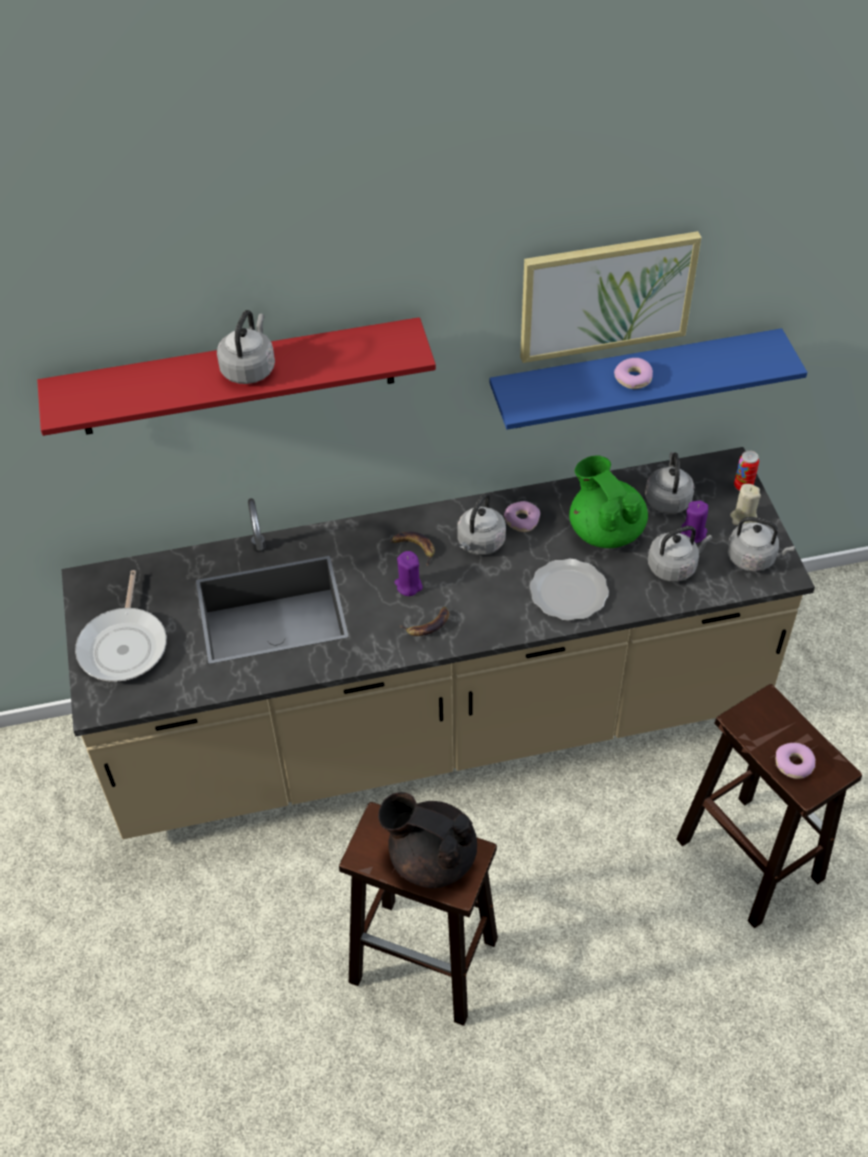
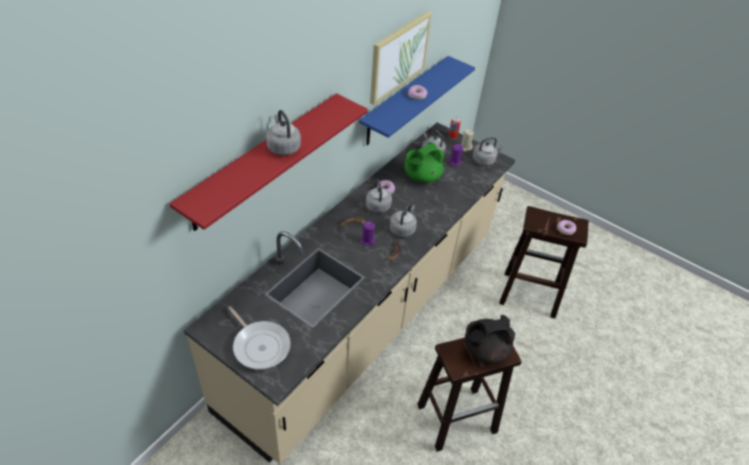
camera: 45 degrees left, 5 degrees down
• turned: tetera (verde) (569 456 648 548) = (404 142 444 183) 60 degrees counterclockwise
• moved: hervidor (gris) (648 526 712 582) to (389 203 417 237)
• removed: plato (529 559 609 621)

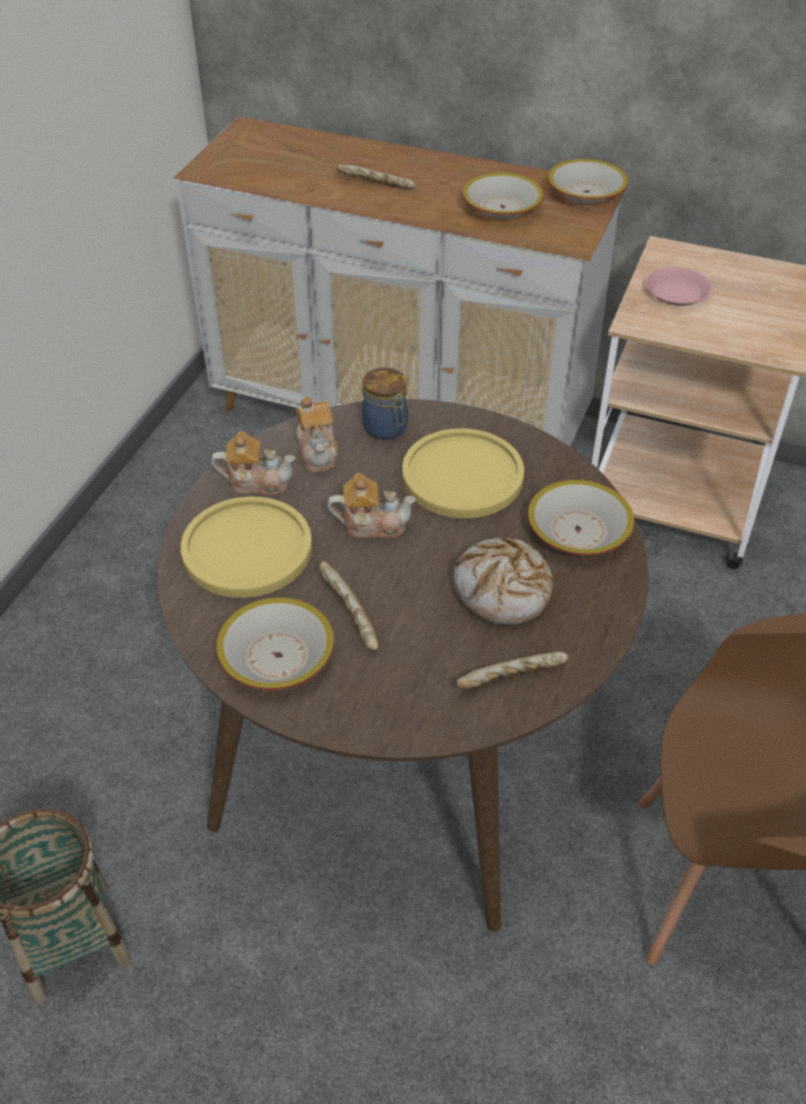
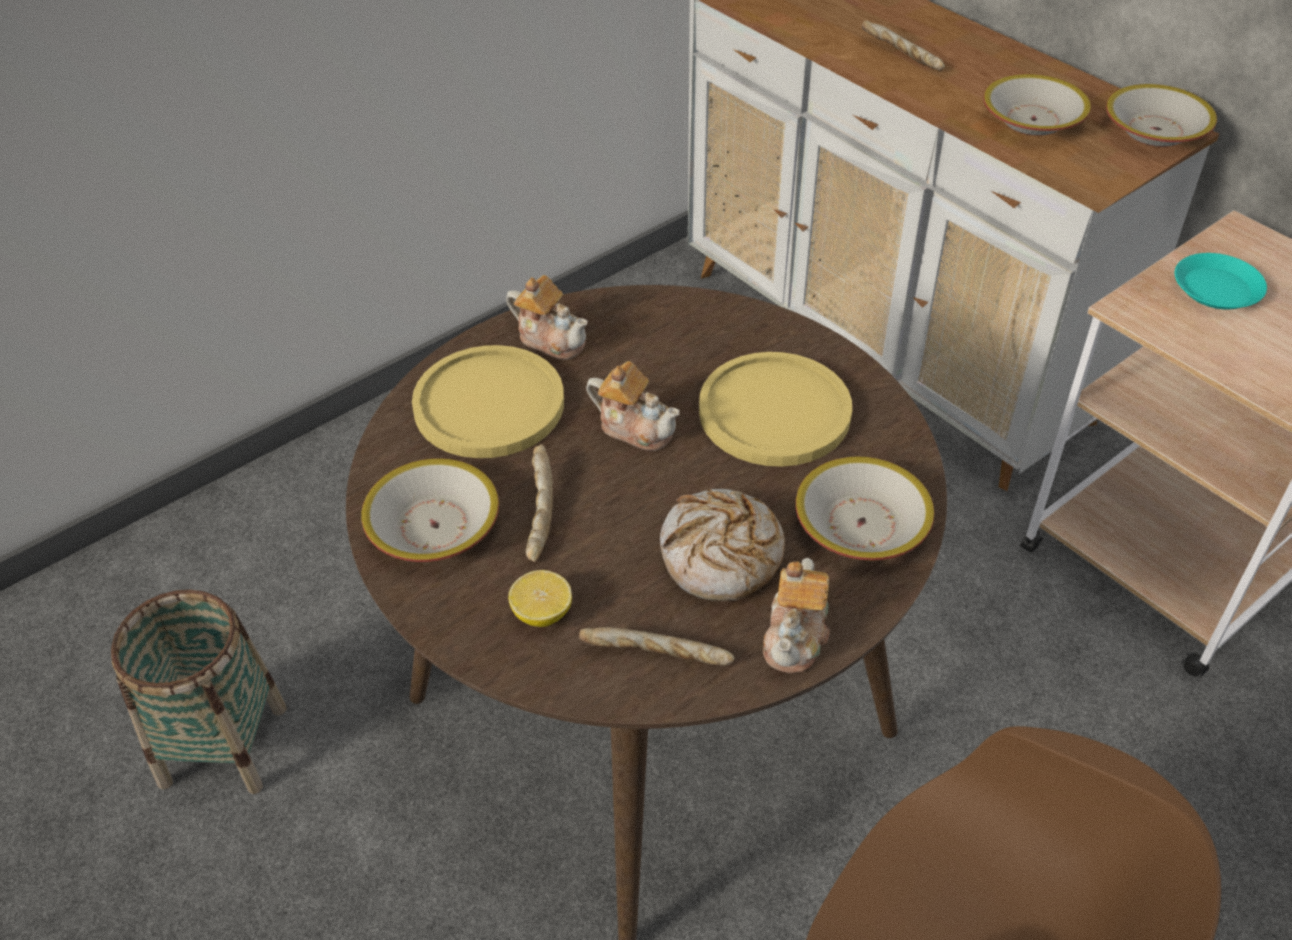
camera: 30 degrees right, 0 degrees up
• recoloured: plato (rosa) (646 267 711 306) to plato (turquesa) (1175 253 1267 309)
• removed: tarro (362 368 408 440)
• moved: tetera (296 396 339 473) to (763 558 830 673)
• added: limón (508 570 572 627)

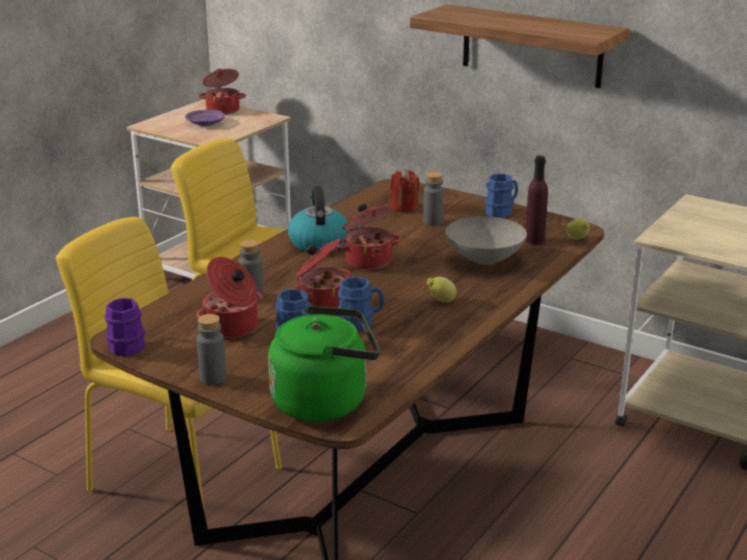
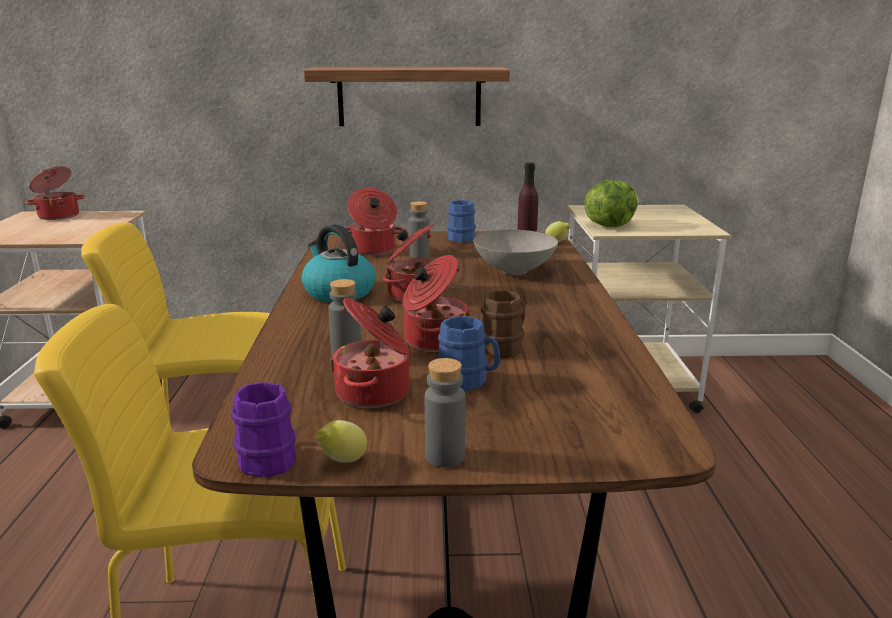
camera: 35 degrees left, 5 degrees down
• removed: plato (morado) (185 110 225 126)
• replaced: vela (rojo) (390 169 420 212) to olla (346 188 404 255)
• recoloured: taza grande (azul) (338 277 384 332) to taza grande (marrón) (481 290 525 358)
• moved: limón (427 277 457 303) to (316 420 367 463)
• removed: hervidor (verde) (268 306 380 422)
• added: lechuga (584 180 639 227)

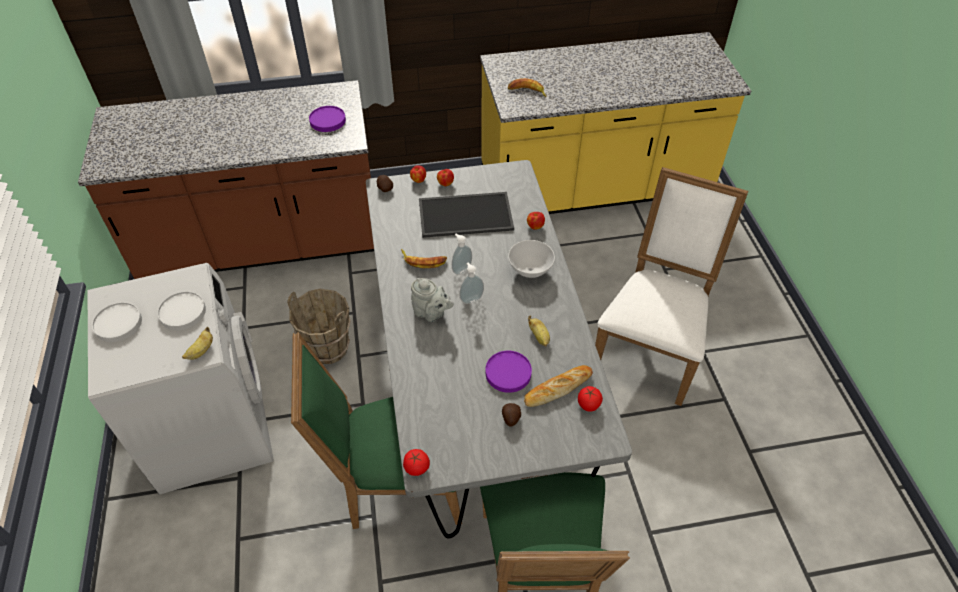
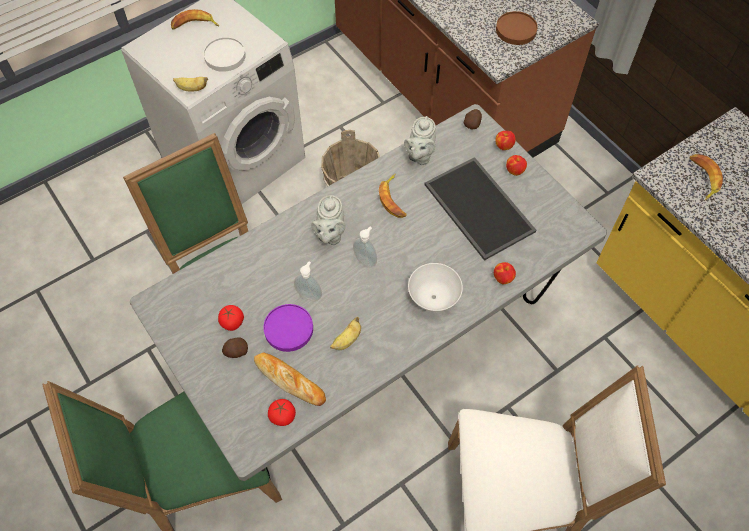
camera: 65 degrees right, 10 degrees up
• recoloured: plato (morado) (309 106 346 132) to plato (marrón) (496 11 538 45)
• moved: dispensador de jabón (452 233 472 275) to (294 261 322 301)
• replaced: plato (blanco) (92 302 142 342) to plátano (171 9 219 30)
• moved: tomate (403 449 430 476) to (218 305 244 331)
• added: tetera (gris) (404 116 436 165)

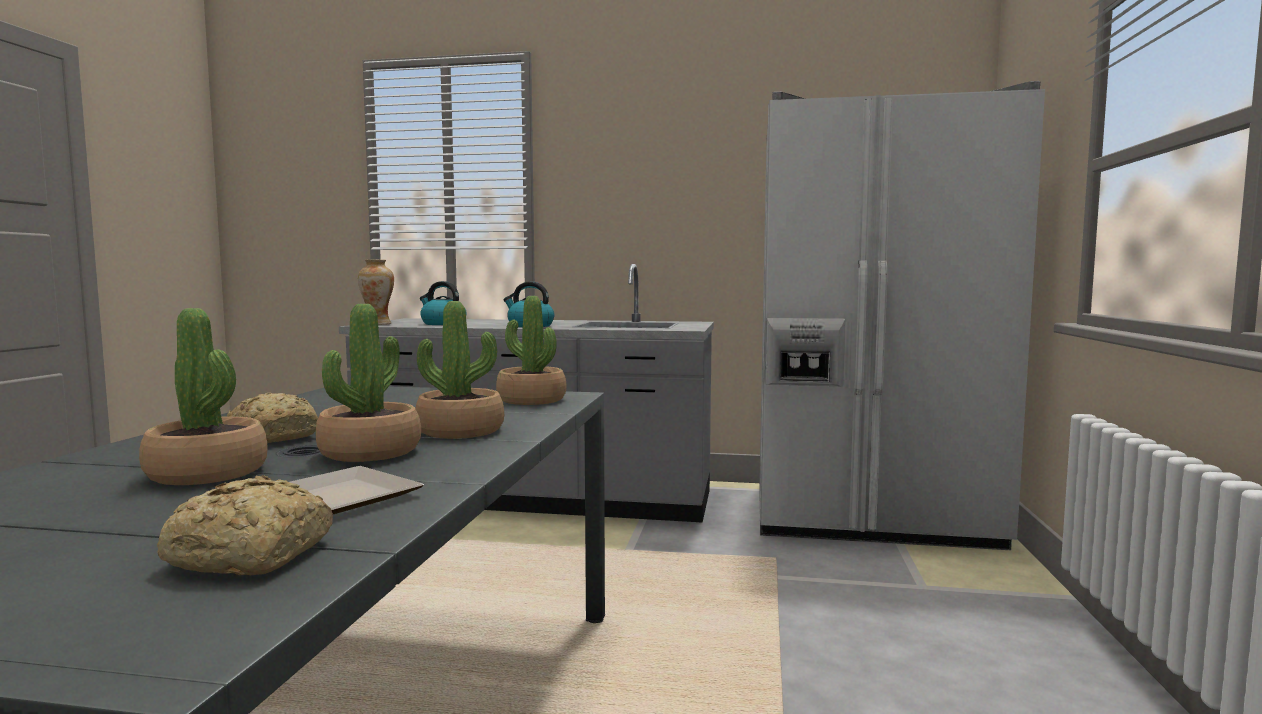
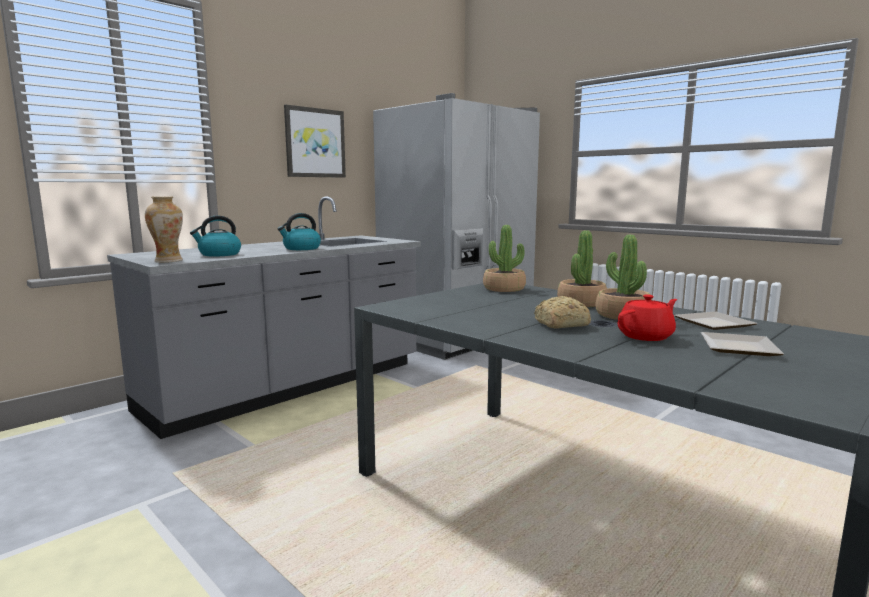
camera: 55 degrees left, 5 degrees up
• replaced: planta en maceta (139 308 267 485) to tetera (rojo) (617 294 677 341)
• removed: pan (157 475 333 575)
• added: cuadro (284 105 346 178)
• added: plato (701 332 784 356)

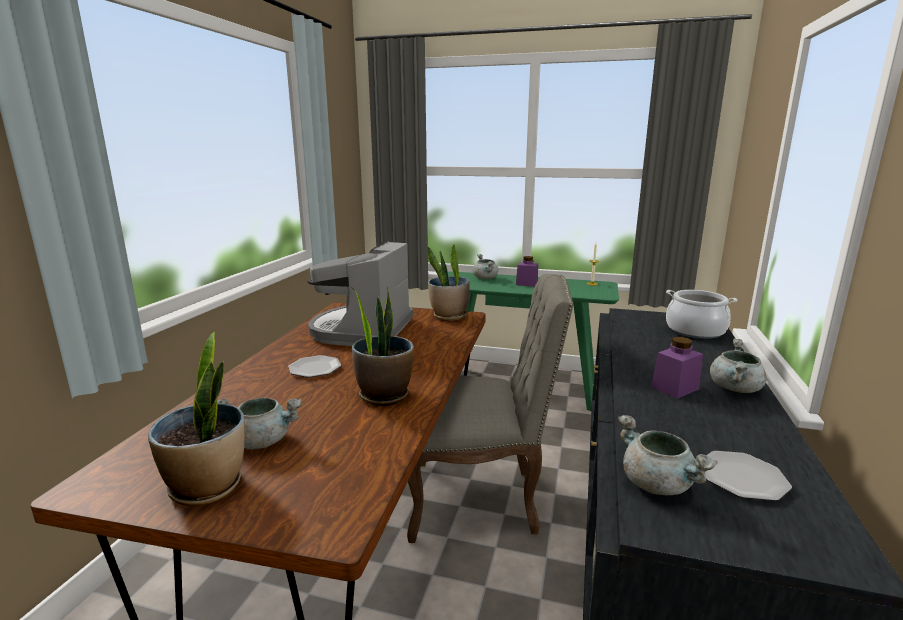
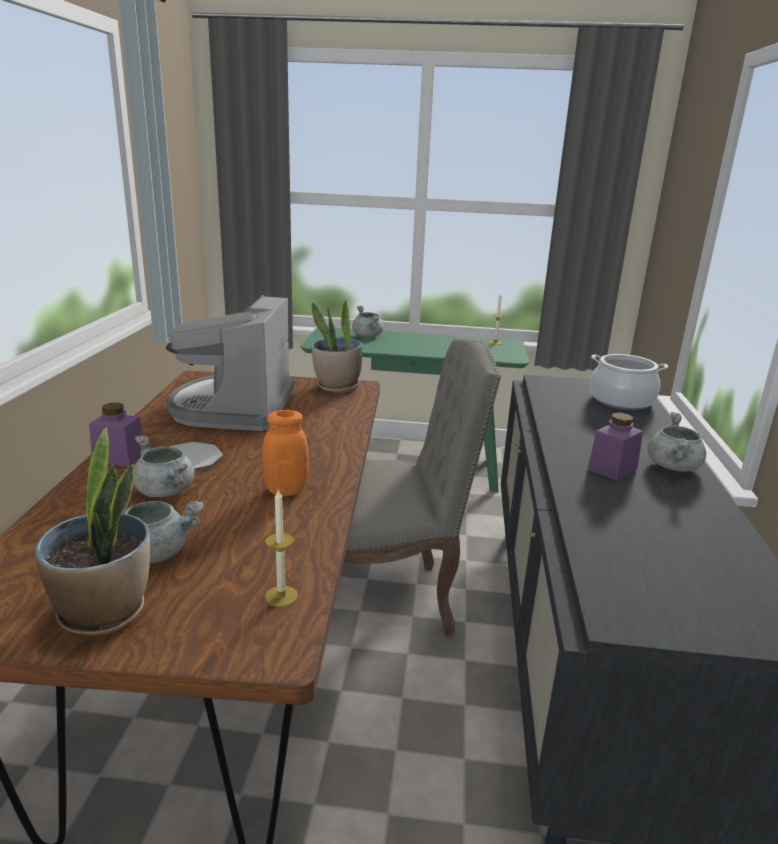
camera: 10 degrees left, 5 degrees up
• moved: tarro (morado) (516 256 538 287) to (89 403 143 467)
• replaced: planta en maceta (351 287 414 406) to tarro (naranja) (262 410 309 496)
• moved: olla (gris) (618 415 718 495) to (133 435 195 497)
• removed: plato (706 451 792 501)
• added: vela (265 490 298 607)

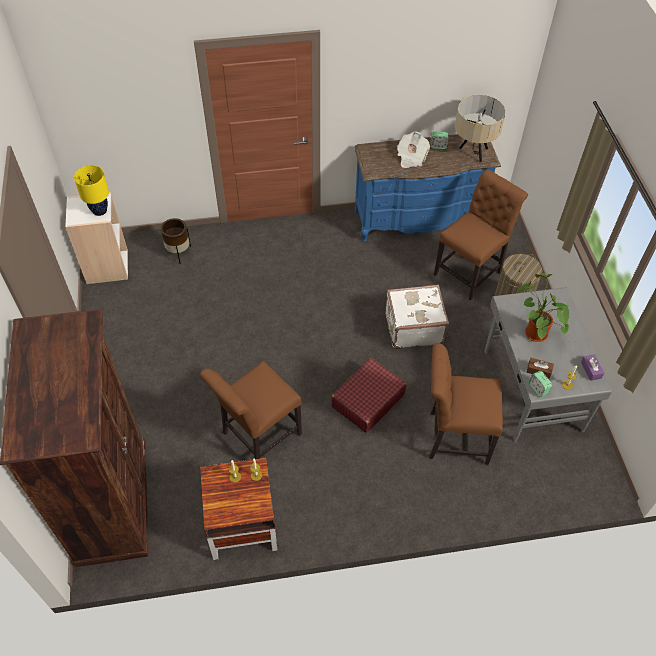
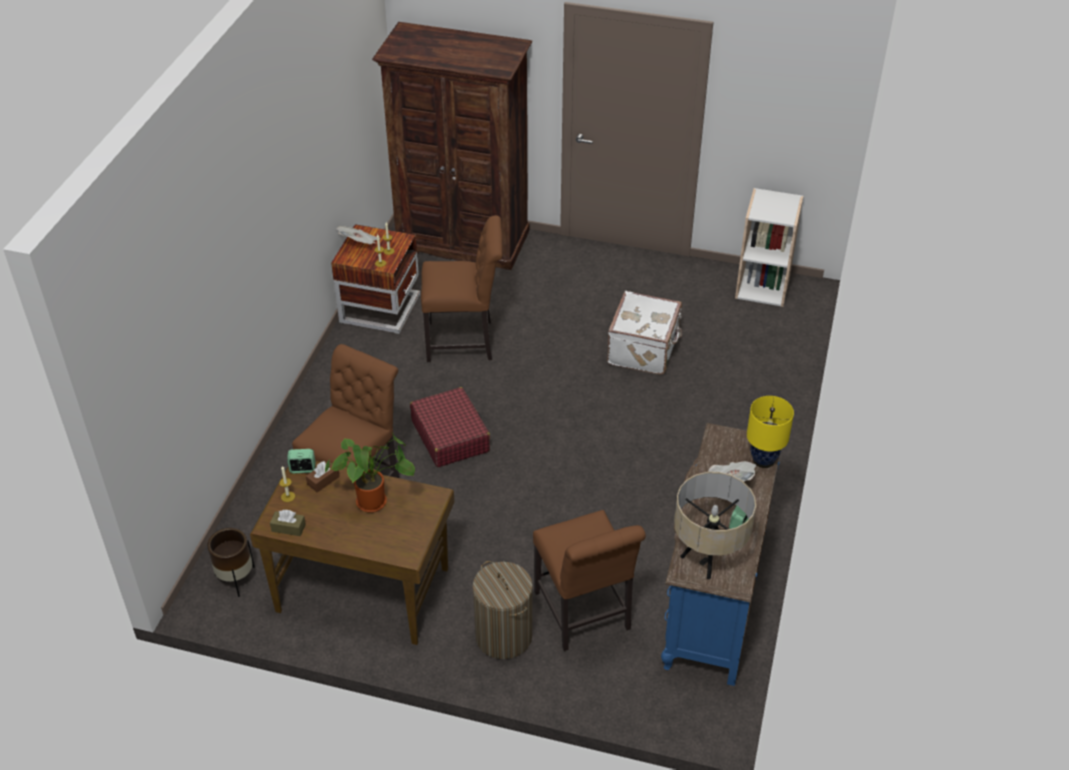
camera: 115 degrees right, 10 degrees down
• moved: lámpara de mesa (amarillo) (74 165 109 216) to (747 396 794 468)
• moved: maceta (marrón) (161 218 191 264) to (207 528 254 597)
• moved: maleta (blanco) (385 285 449 349) to (607 291 682 375)
• recoloured: escritorio (gris) (484 287 612 442) to escritorio (marrón) (250 461 455 645)
• recoloured: caja de pañuelos (morado) (581 354 604 381) to caja de pañuelos (marrón) (270 510 306 536)
• turned: silla (marrón) (200 361 302 459) = (421 215 503 363) 105 degrees clockwise
• added: periódico (336 226 380 245)

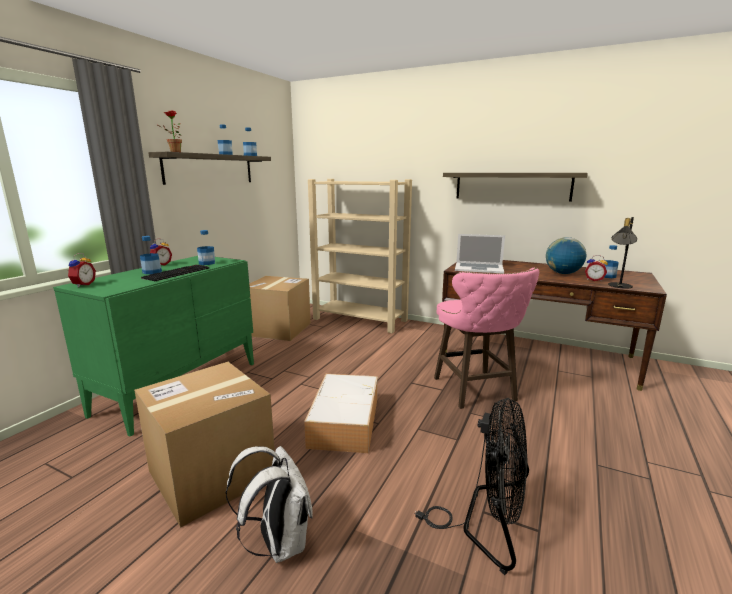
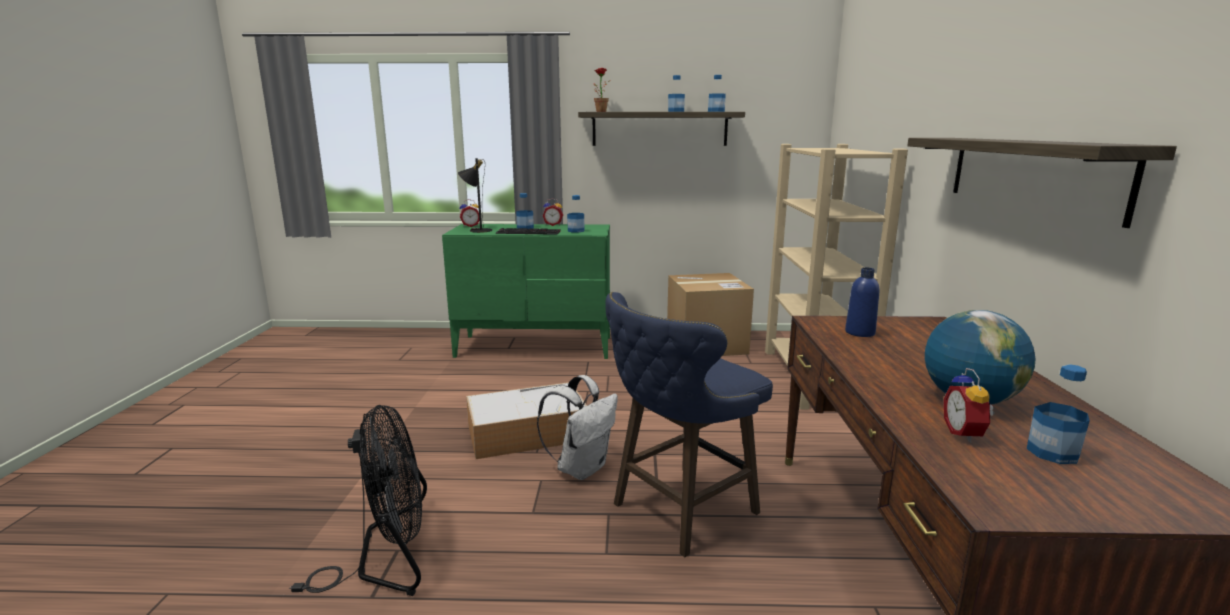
camera: 65 degrees right, 0 degrees up
• moved: lámpara de mesa (negro) (608 217 637 289) to (458 158 492 233)
• replaced: portátil (455 234 505 274) to botella (azul) (845 267 879 337)
• recoloured: taburete (rosa) (434 267 539 409) to taburete (azul) (606 292 773 557)
• removed: caja de cartón (134 362 275 528)
• turned: ventilador (negro) (414 398 529 575) = (289 405 427 596) 105 degrees counterclockwise
• moved: mochila (blanco) (226 446 313 563) to (537 375 618 480)

